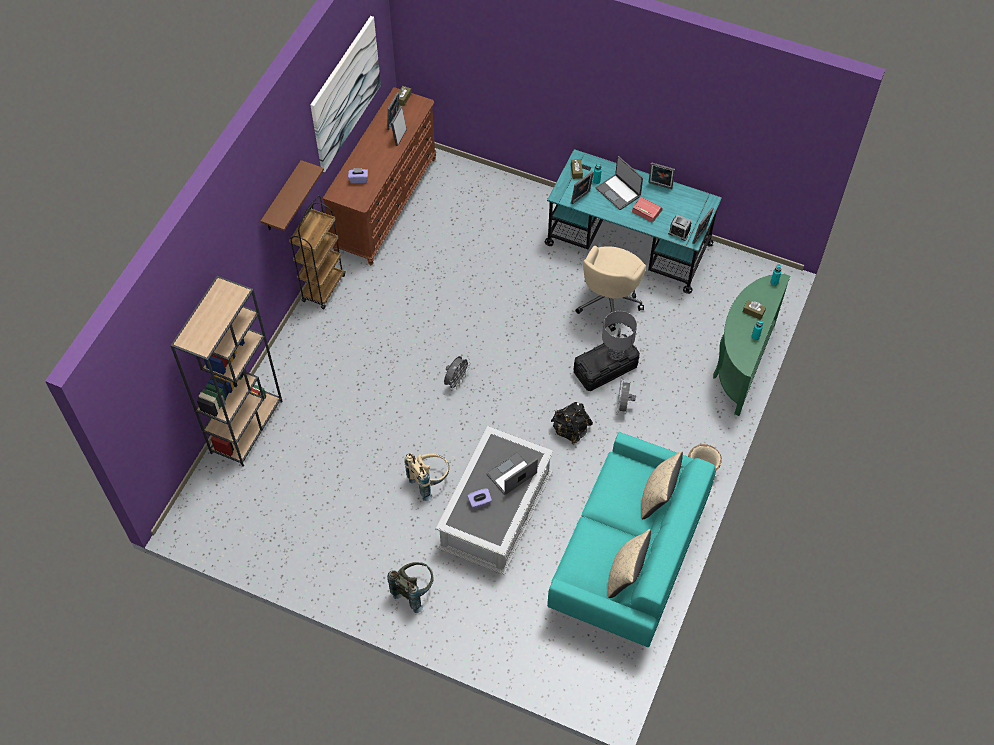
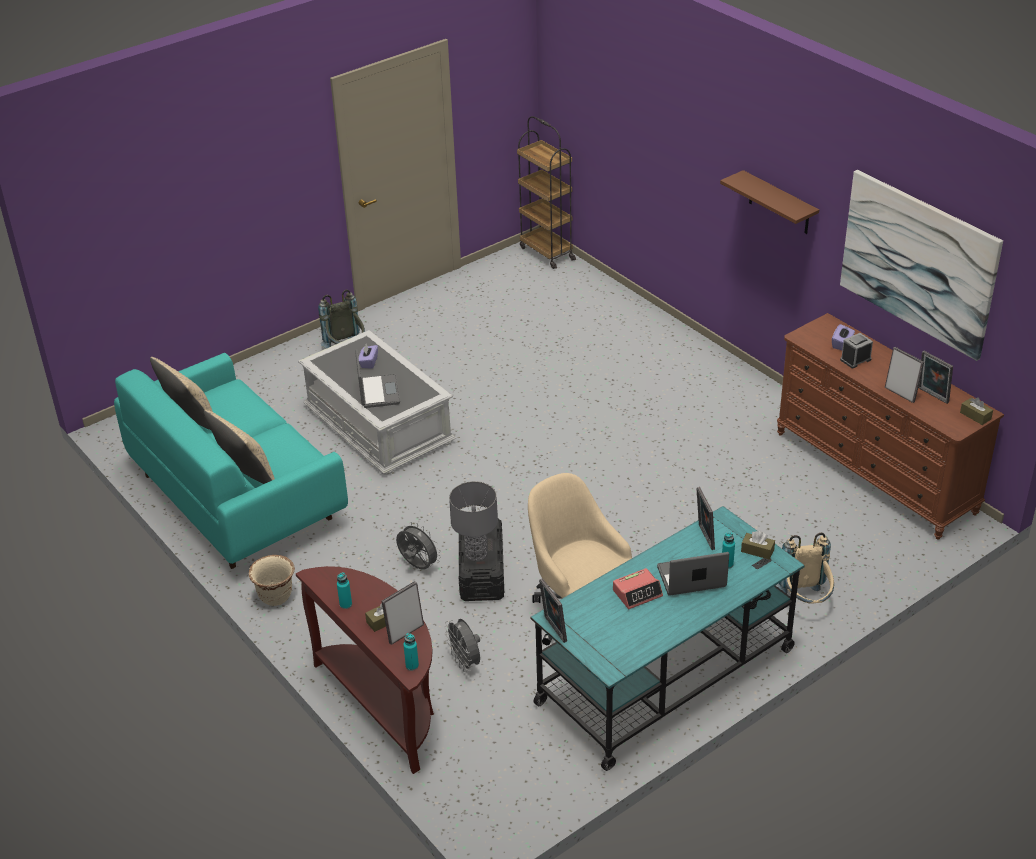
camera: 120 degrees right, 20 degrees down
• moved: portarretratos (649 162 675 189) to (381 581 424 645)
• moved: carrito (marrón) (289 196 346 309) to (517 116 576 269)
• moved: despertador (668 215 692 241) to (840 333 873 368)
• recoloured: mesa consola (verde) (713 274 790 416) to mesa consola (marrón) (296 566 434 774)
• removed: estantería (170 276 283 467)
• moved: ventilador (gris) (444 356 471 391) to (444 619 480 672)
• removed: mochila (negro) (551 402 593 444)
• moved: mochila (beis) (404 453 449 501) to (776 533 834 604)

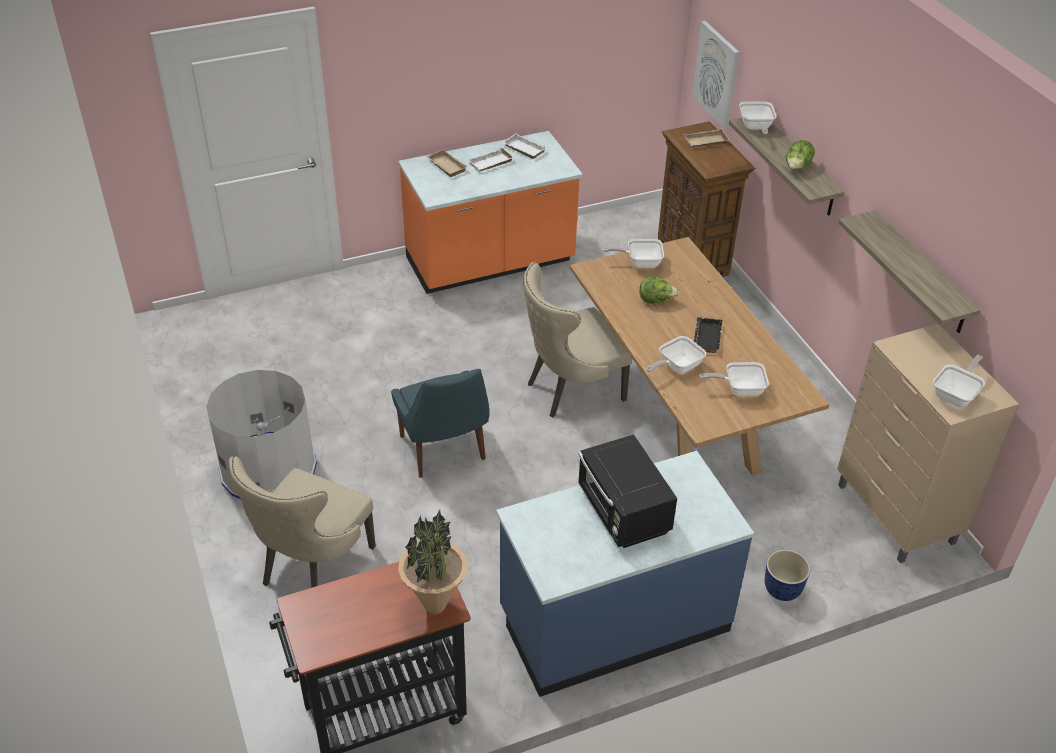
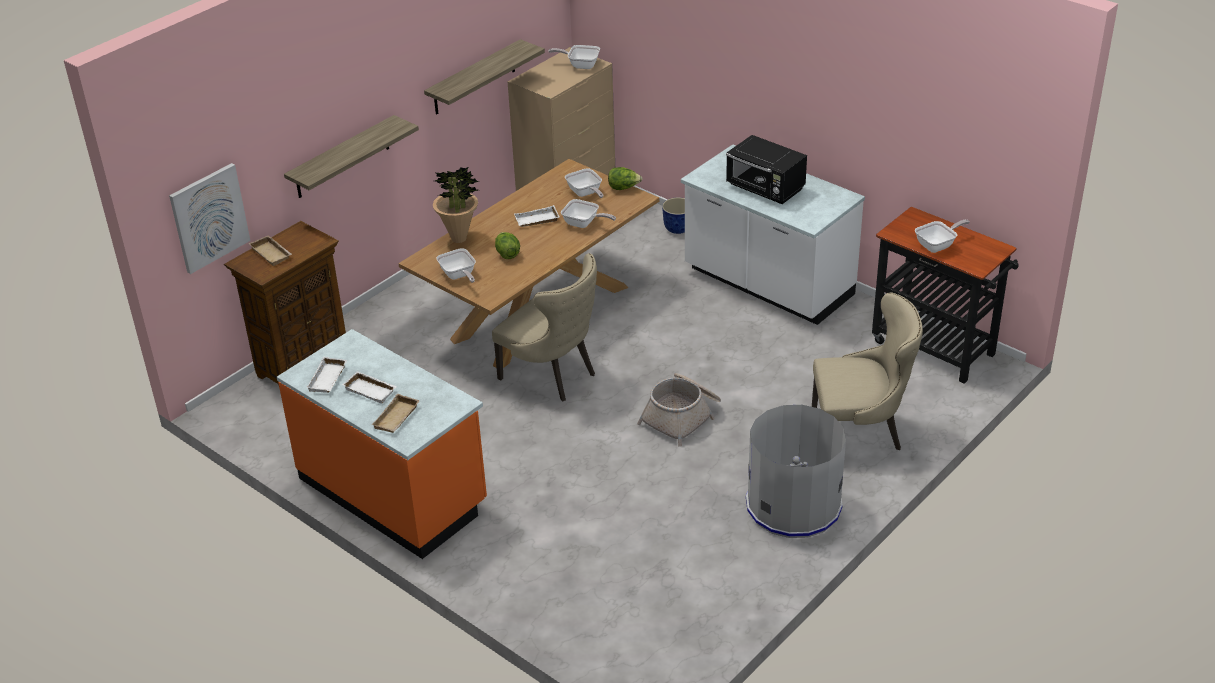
camera: 115 degrees left, 5 degrees down
• moved: sartén (739 102 776 135) to (915 220 970 253)
• moved: lechuga (786 140 815 169) to (608 167 643 190)
• recoloured: bandeja (negro) (694 317 722 353) to bandeja (blanco) (514 205 559 227)
• replaced: silla (azul) (391 369 489 477) to cesta (637 373 721 447)
• turned: microondas (negro) (578 435 677 548) = (726 135 807 204) 90 degrees clockwise
• recoloured: mueble bajo de cocina (azul) (496 451 754 697) to mueble bajo de cocina (blanco) (681 145 865 325)
• moved: planta en maceta (399 510 467 614) to (433 167 480 243)

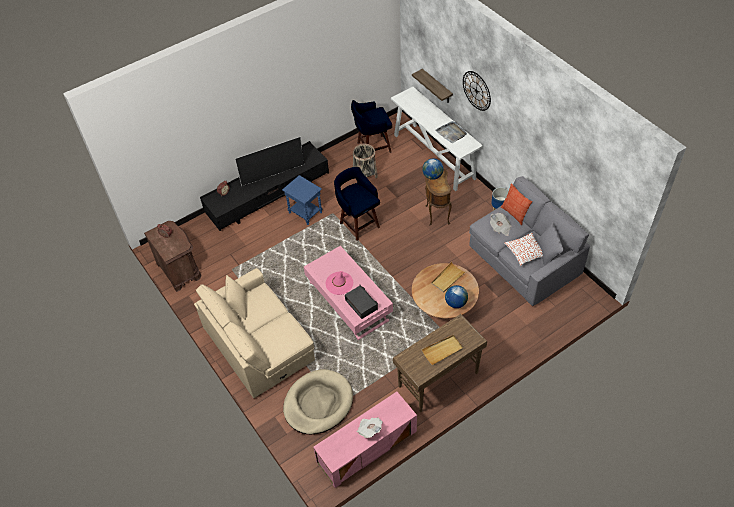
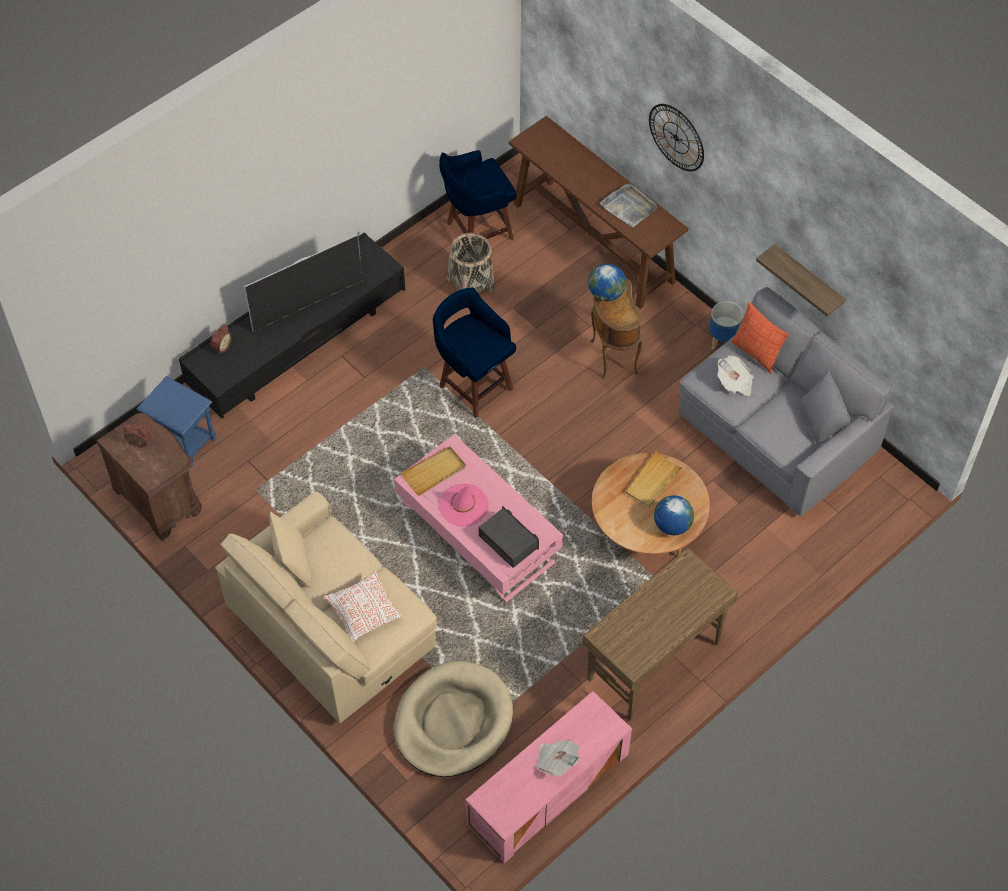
camera: 10 degrees left, 5 degrees up
• moved: estante (412 69 453 103) to (756 244 846 316)
• recoloured: mesa consola (blanco) (391 87 483 191) to mesa consola (marrón) (509 116 688 309)
• moved: mesa auxiliar (azul) (282 175 322 225) to (136 376 216 466)
• moved: cojín (blanco) (505 233 543 266) to (324 571 403 642)
• moved: bandeja (beis) (422 335 463 365) to (401 446 466 496)

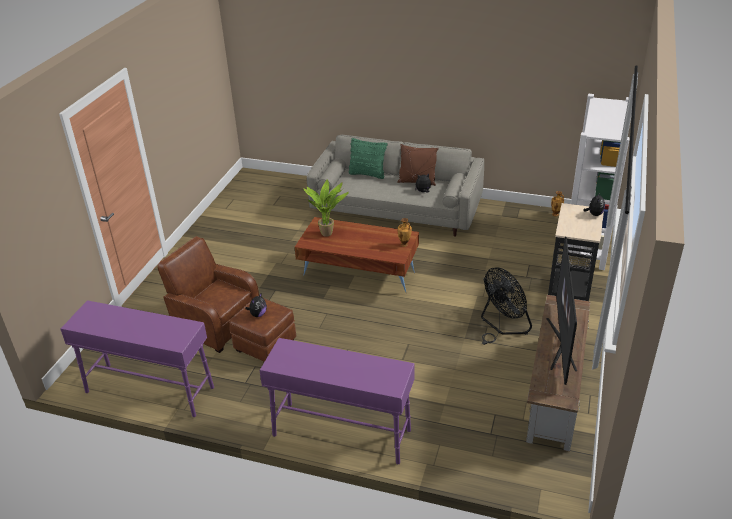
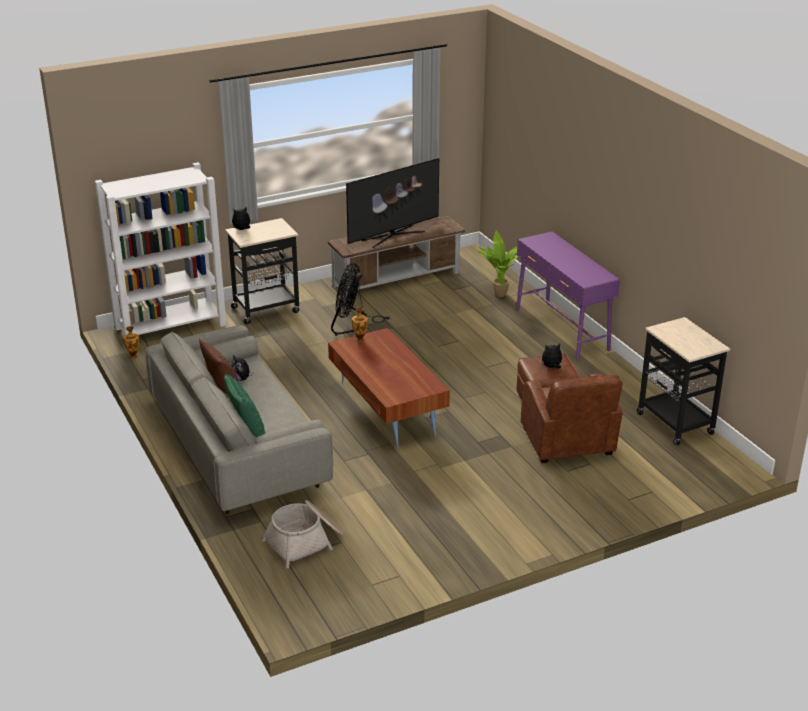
camera: 135 degrees left, 5 degrees down
• moved: planta en maceta (303 179 349 237) to (478 231 518 297)
• replaced: mesa consola (morado) (60 300 214 417) to carrito (637 317 730 446)
• added: cesta (262 500 344 568)

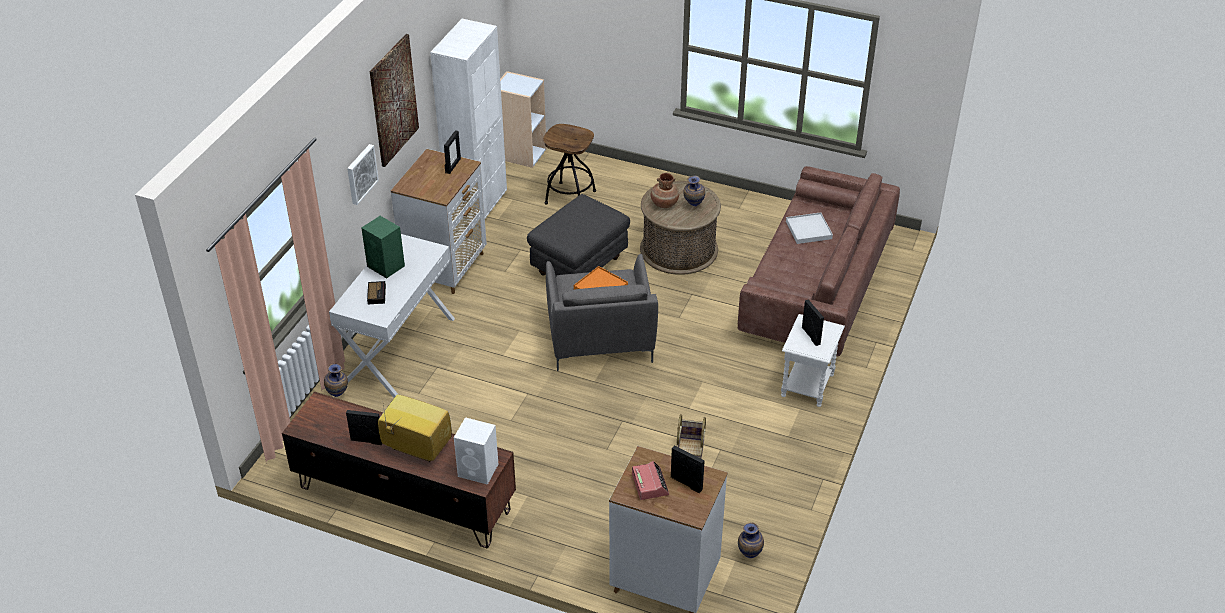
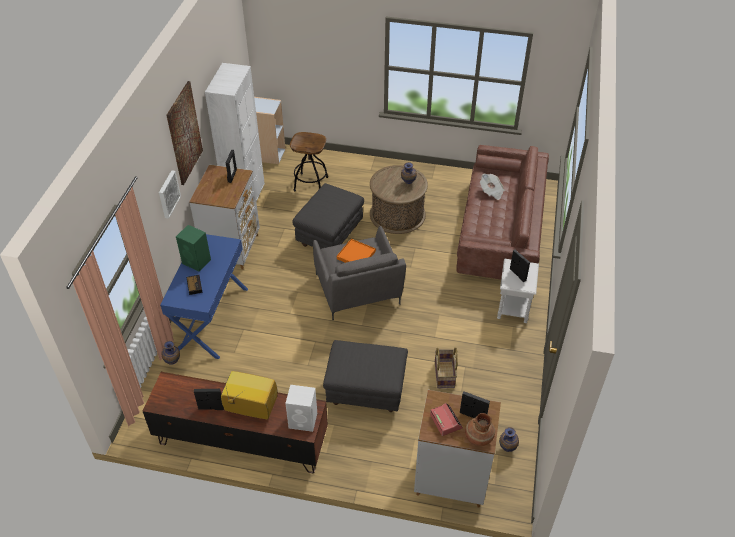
camera: 10 degrees left, 5 degrees up
• moved: florero (marrón) (651 173 679 208) to (465 413 495 446)
• replaced: bandeja (blanco) (786 212 833 244) to periódico (480 173 505 200)
• recoloured: mesa consola (blanco) (329 234 455 398) to mesa consola (azul) (160 234 248 359)
• added: puf (gris) (323 340 408 412)

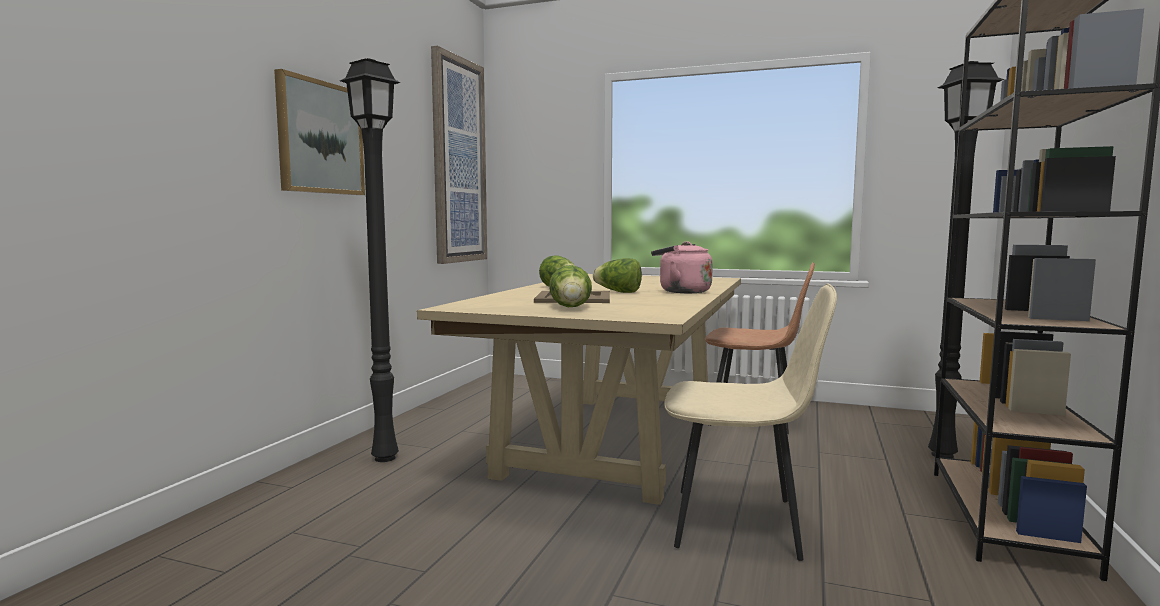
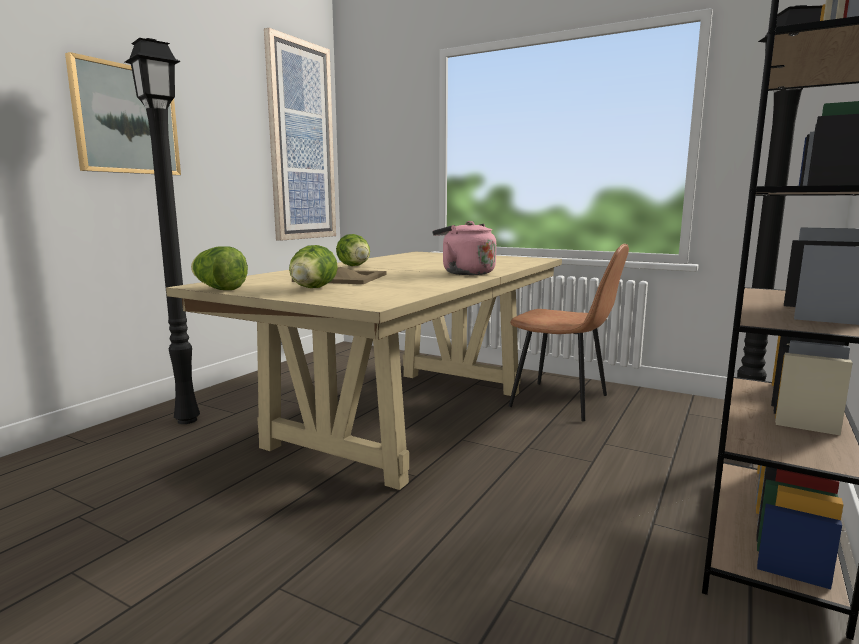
camera: 10 degrees right, 5 degrees up
• moved: lechuga (593 258 642 293) to (191 246 248 290)
• removed: silla (beis) (664 284 837 561)

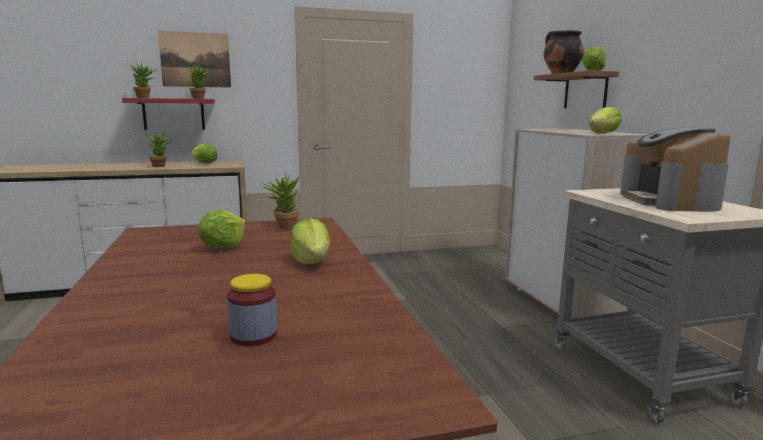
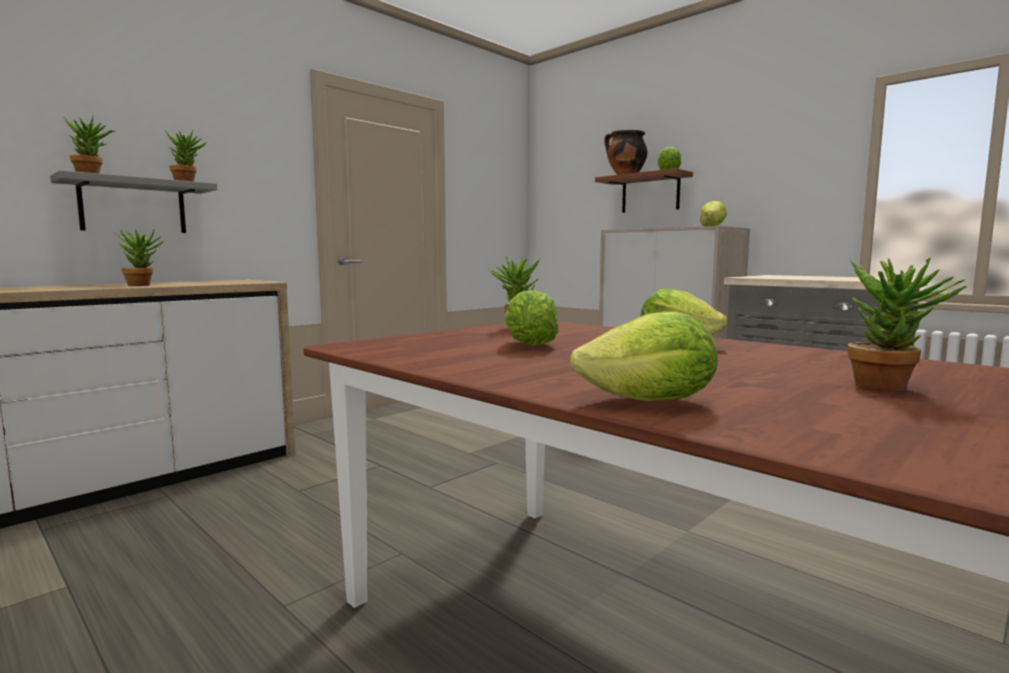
camera: 30 degrees left, 5 degrees down
• removed: cuadro (158 31 231 88)
• recoloured: estante (rojo) (122 98 215 130) to estante (gris) (50 170 217 233)
• removed: cafetera (620 128 731 212)
• moved: lechuga (191 143 218 164) to (570 311 718 401)
• replaced: tarro (227 274 277 346) to planta en maceta (848 257 967 392)

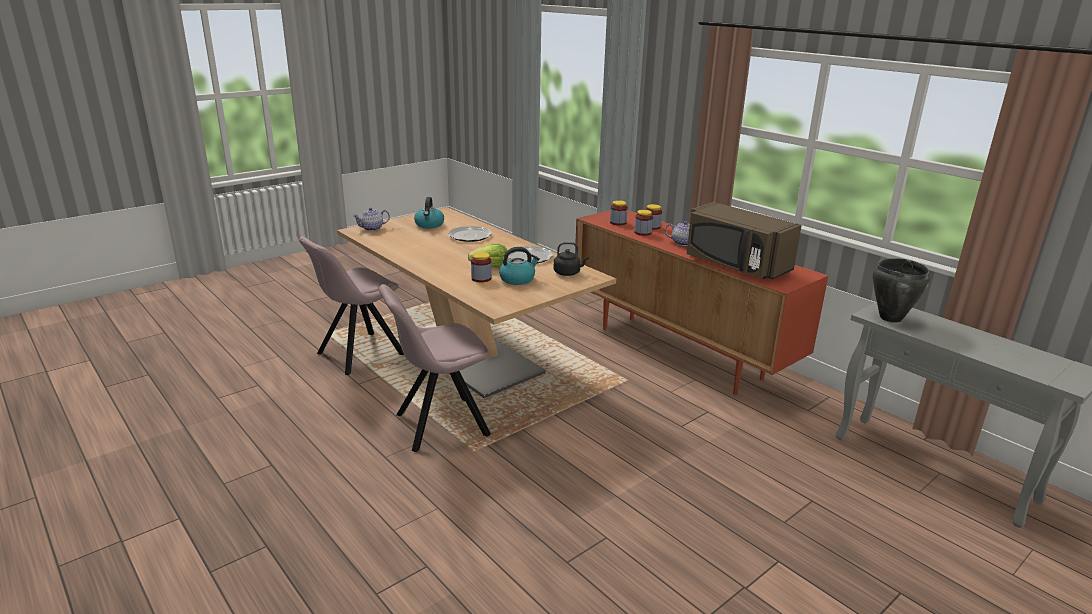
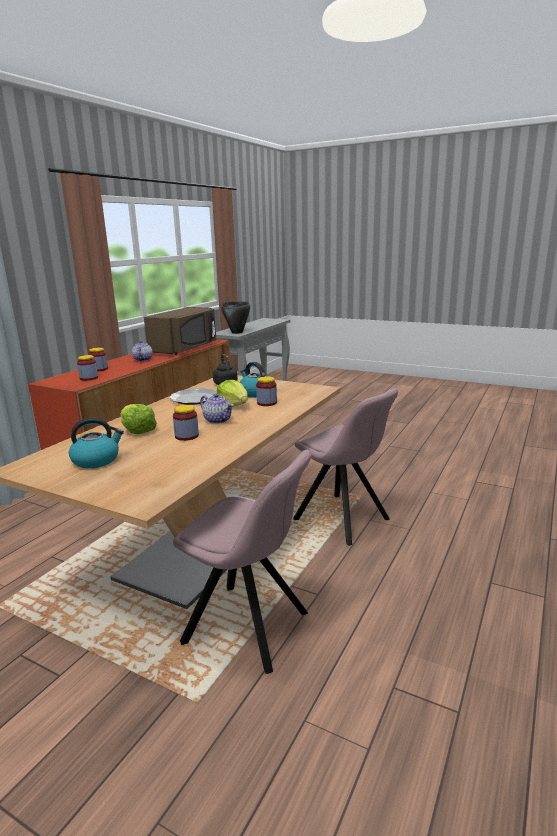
camera: 110 degrees left, 5 degrees down
• moved: tetera (352 207 390 231) to (200 394 233 424)
• moved: tarro (634 210 653 236) to (173 405 199 441)
• replaced: plato (448 226 492 242) to lechuga (120 404 157 434)

